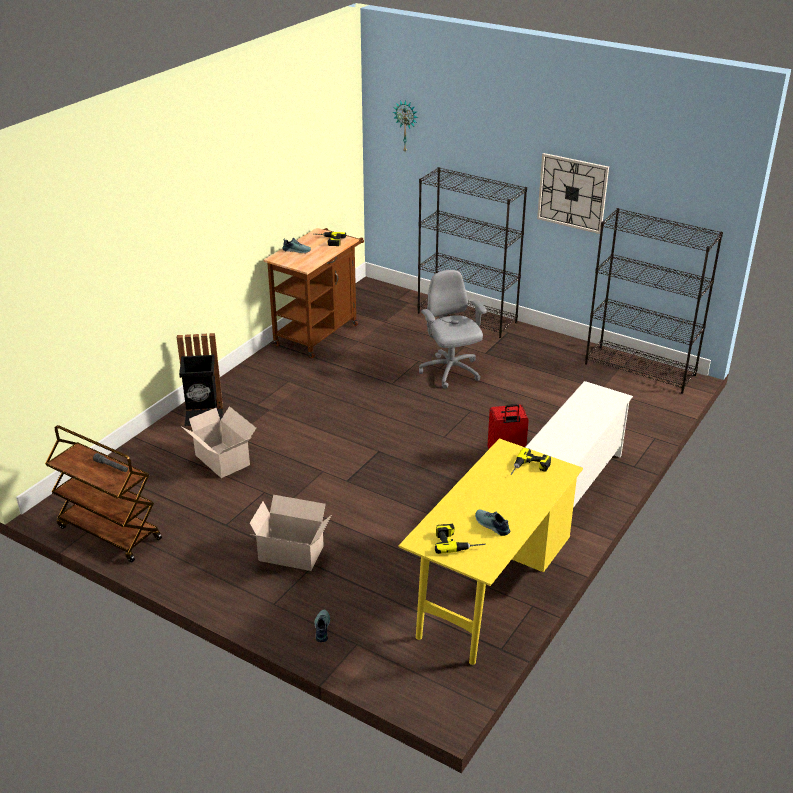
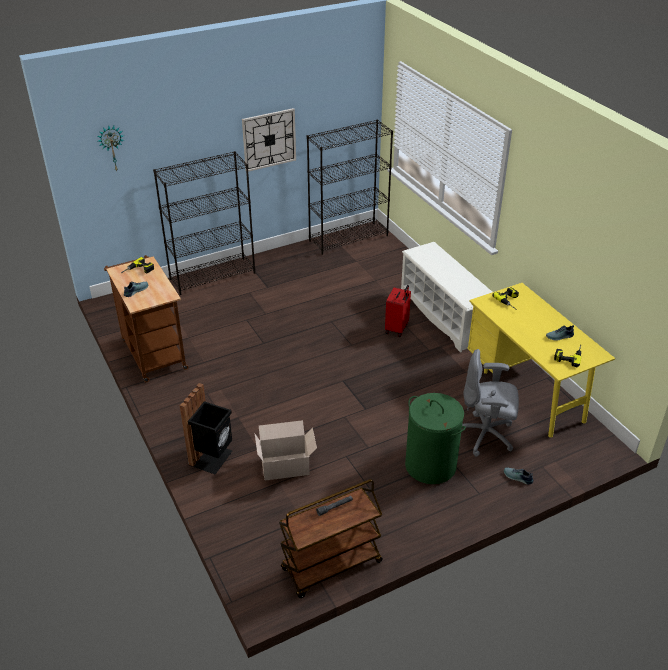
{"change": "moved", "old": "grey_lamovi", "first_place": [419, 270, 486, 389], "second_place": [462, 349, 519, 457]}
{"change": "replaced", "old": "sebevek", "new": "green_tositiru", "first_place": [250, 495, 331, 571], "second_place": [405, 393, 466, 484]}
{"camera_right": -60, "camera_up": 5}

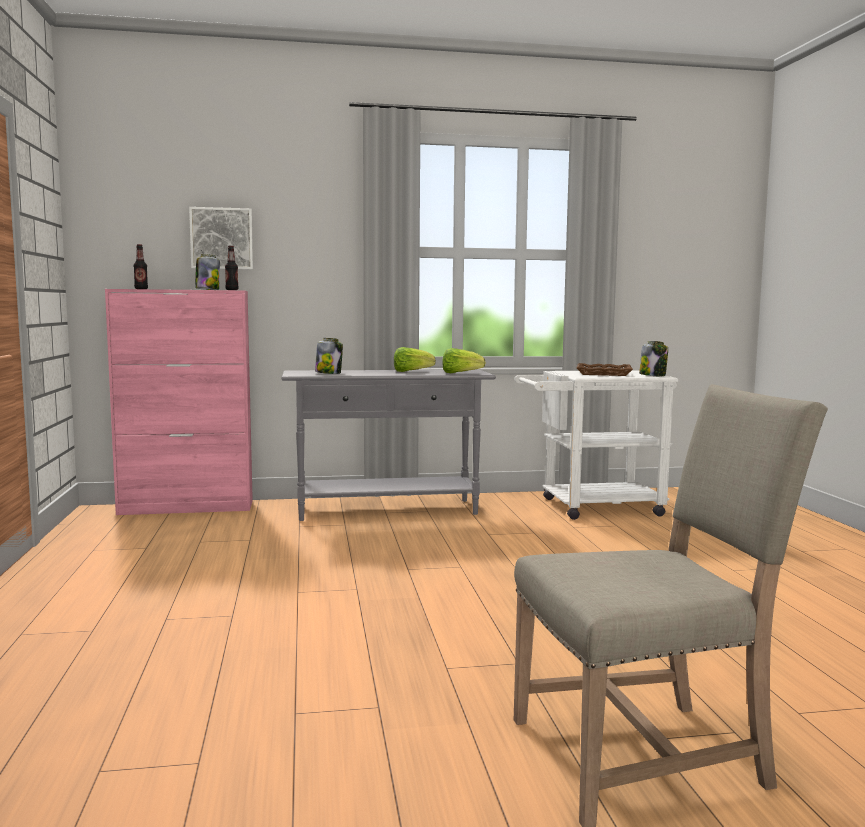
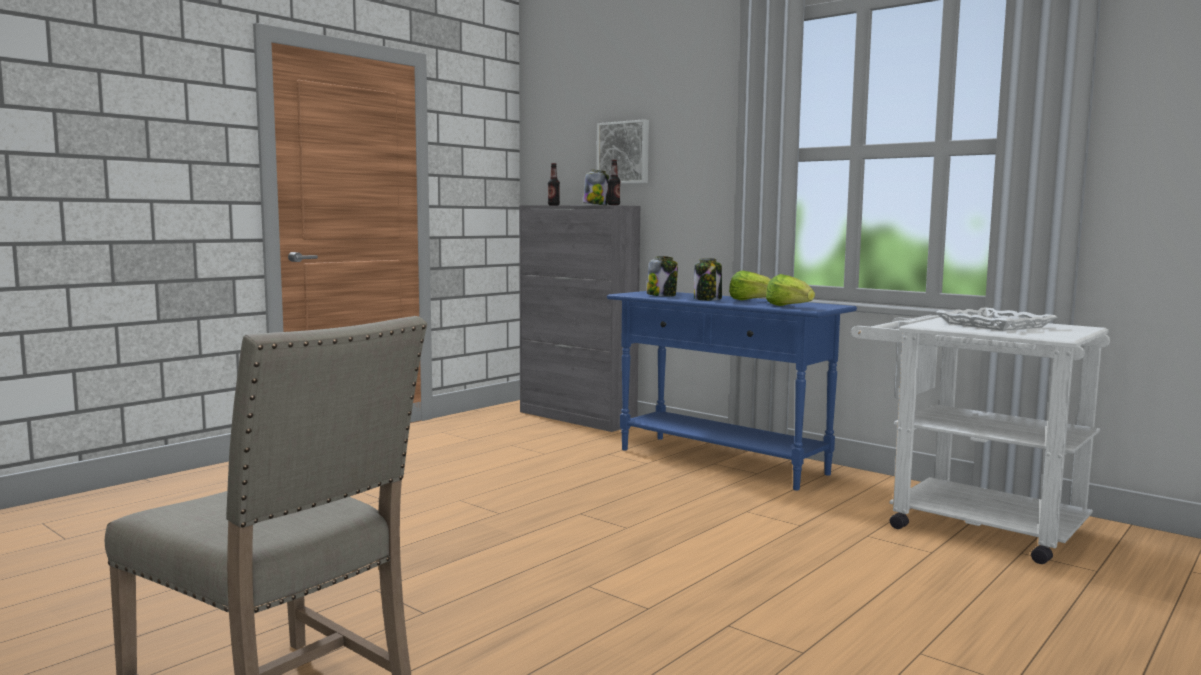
{"change": "recoloured", "old": "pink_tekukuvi", "new": "grey_tekukuvi", "first_place": [105, 289, 253, 515], "second_place": [519, 205, 641, 432]}
{"change": "moved", "old": "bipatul", "first_place": [639, 341, 668, 376], "second_place": [694, 258, 722, 301]}
{"change": "recoloured", "old": "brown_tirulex", "new": "white_tirulex", "first_place": [577, 363, 633, 376], "second_place": [936, 308, 1057, 331]}
{"change": "recoloured", "old": "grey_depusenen", "new": "blue_depusenen", "first_place": [282, 370, 496, 521], "second_place": [607, 291, 857, 491]}
{"camera_right": 50, "camera_up": 0}

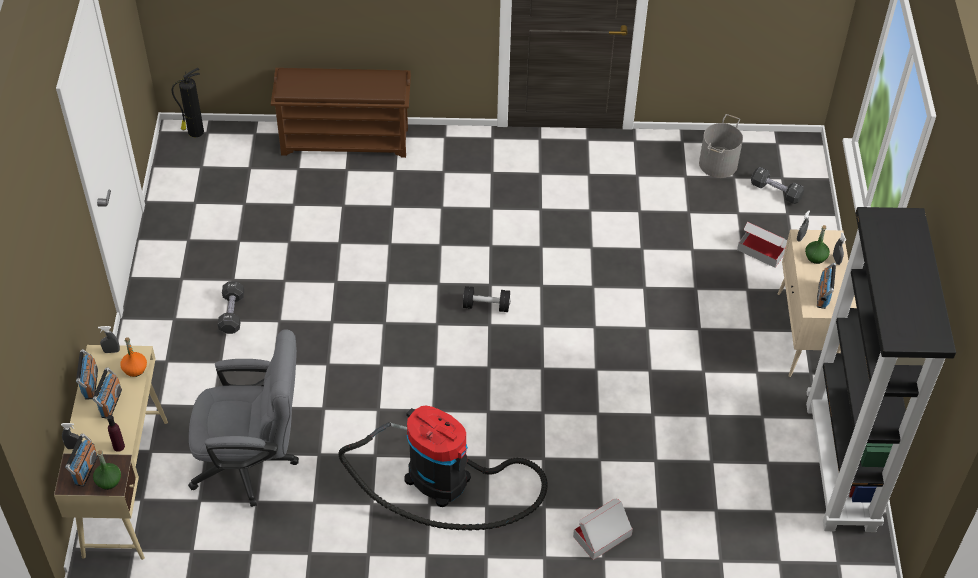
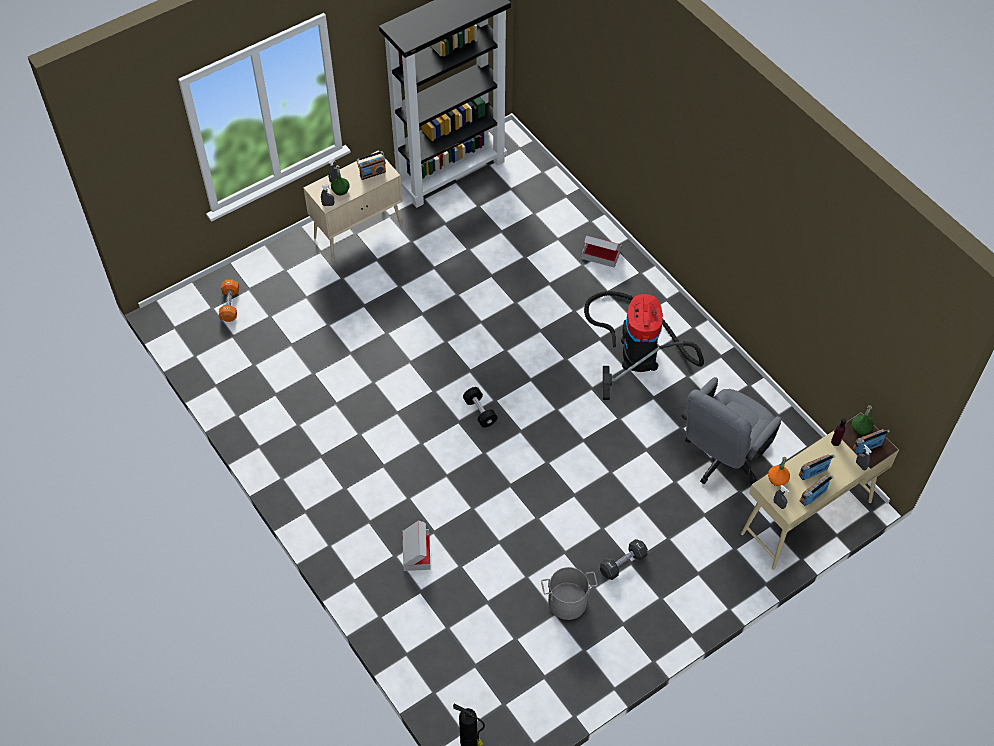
{"change": "removed", "old": "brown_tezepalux", "first_place": [271, 68, 411, 158]}
{"change": "moved", "old": "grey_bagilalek", "first_place": [699, 114, 743, 178], "second_place": [541, 567, 597, 620]}
{"change": "recoloured", "old": "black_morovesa", "new": "orange_morovesa", "first_place": [751, 167, 804, 204], "second_place": [219, 279, 239, 322]}
{"change": "moved", "old": "sebevek", "first_place": [737, 222, 787, 268], "second_place": [403, 521, 431, 571]}
{"change": "turned", "old": "grey_lamovi", "first_place": [188, 329, 299, 507], "second_place": [681, 377, 781, 484], "degrees": -105}
{"camera_right": -125, "camera_up": 5}

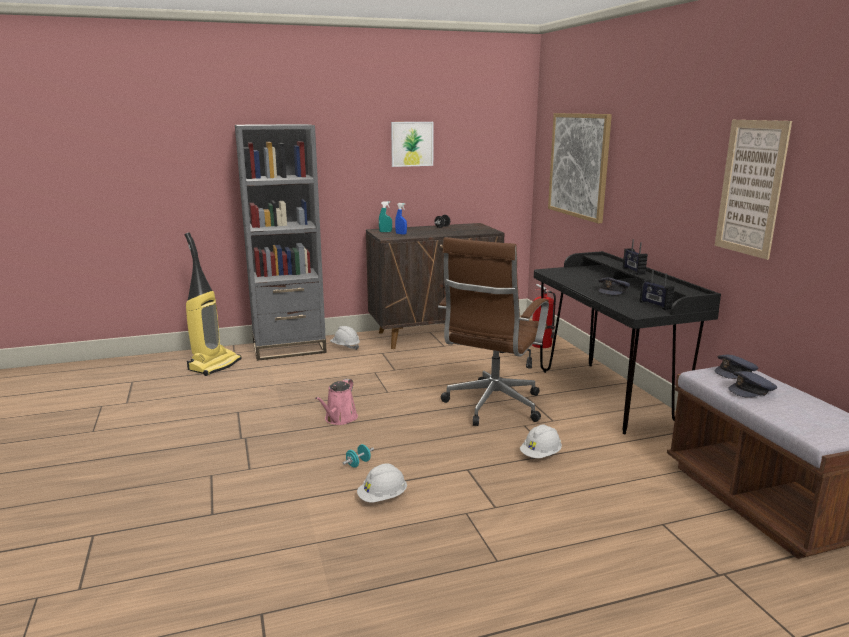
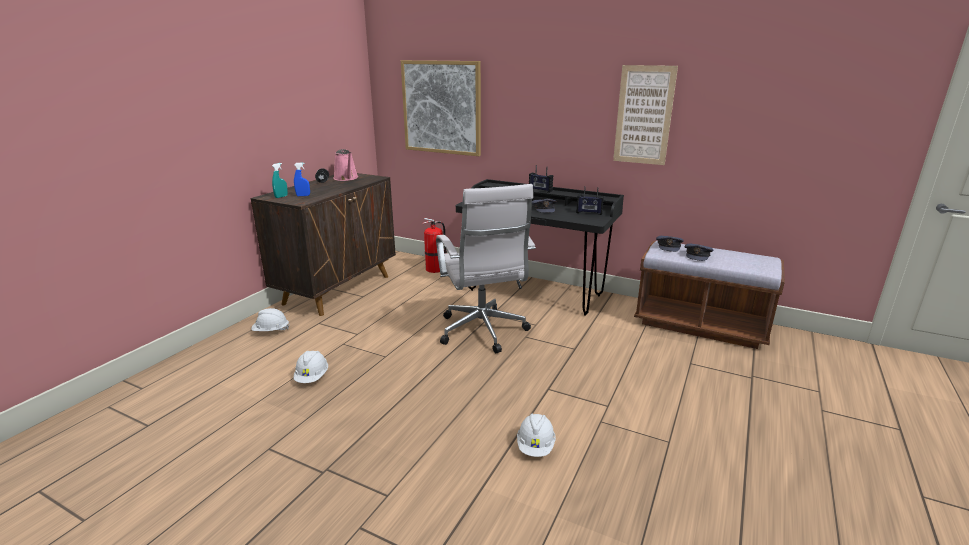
{"change": "removed", "old": "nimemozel", "first_place": [391, 122, 434, 167]}
{"change": "removed", "old": "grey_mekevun", "first_place": [235, 124, 327, 361]}
{"change": "removed", "old": "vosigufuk", "first_place": [184, 232, 242, 376]}
{"change": "recoloured", "old": "brown_lamovi", "new": "white_lamovi", "first_place": [438, 237, 549, 426], "second_place": [436, 184, 536, 353]}
{"change": "moved", "old": "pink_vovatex", "first_place": [315, 379, 358, 425], "second_place": [333, 149, 358, 181]}
{"change": "moved", "old": "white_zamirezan", "first_place": [520, 424, 562, 458], "second_place": [294, 351, 328, 383]}
{"change": "removed", "old": "turquoise_morovesa", "first_place": [343, 444, 374, 468]}
{"camera_right": -45, "camera_up": 5}

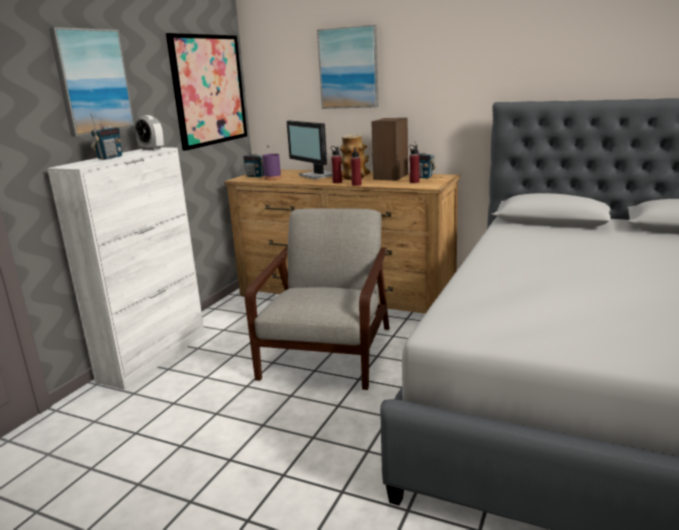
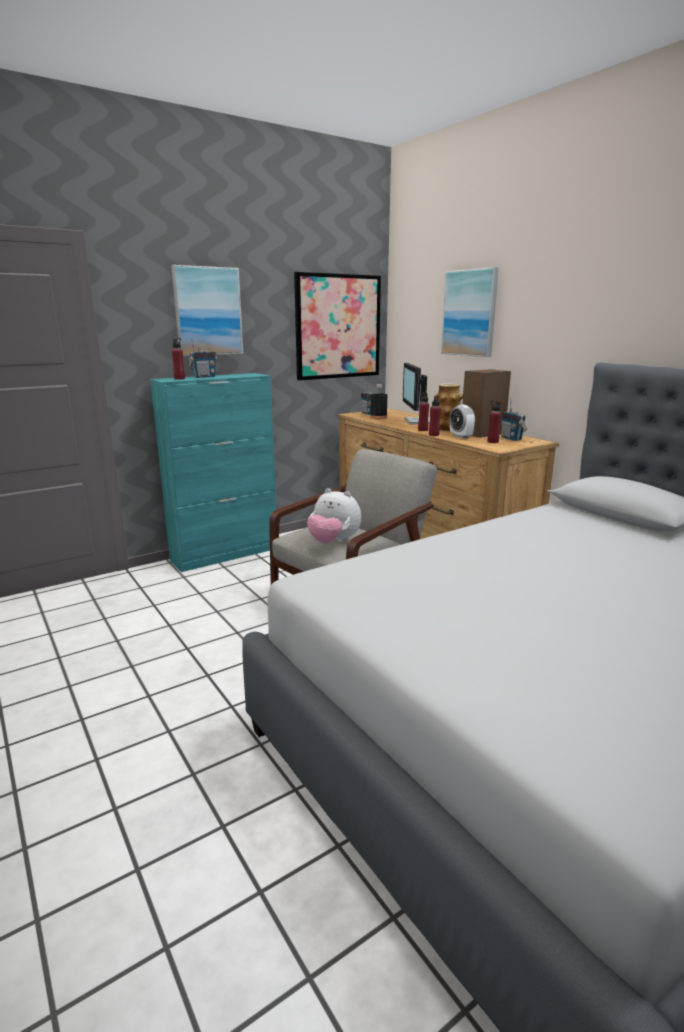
{"change": "moved", "old": "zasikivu", "first_place": [135, 115, 164, 150], "second_place": [450, 405, 475, 439]}
{"change": "recoloured", "old": "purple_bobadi", "new": "black_bobadi", "first_place": [262, 144, 281, 180], "second_place": [370, 384, 387, 419]}
{"change": "recoloured", "old": "white_tekukuvi", "new": "turquoise_tekukuvi", "first_place": [47, 147, 205, 390], "second_place": [150, 373, 276, 572]}
{"change": "added", "new": "red_bobadi", "second_place": [172, 338, 185, 380]}
{"change": "added", "new": "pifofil", "second_place": [307, 488, 361, 543]}
{"camera_right": 30, "camera_up": 0}

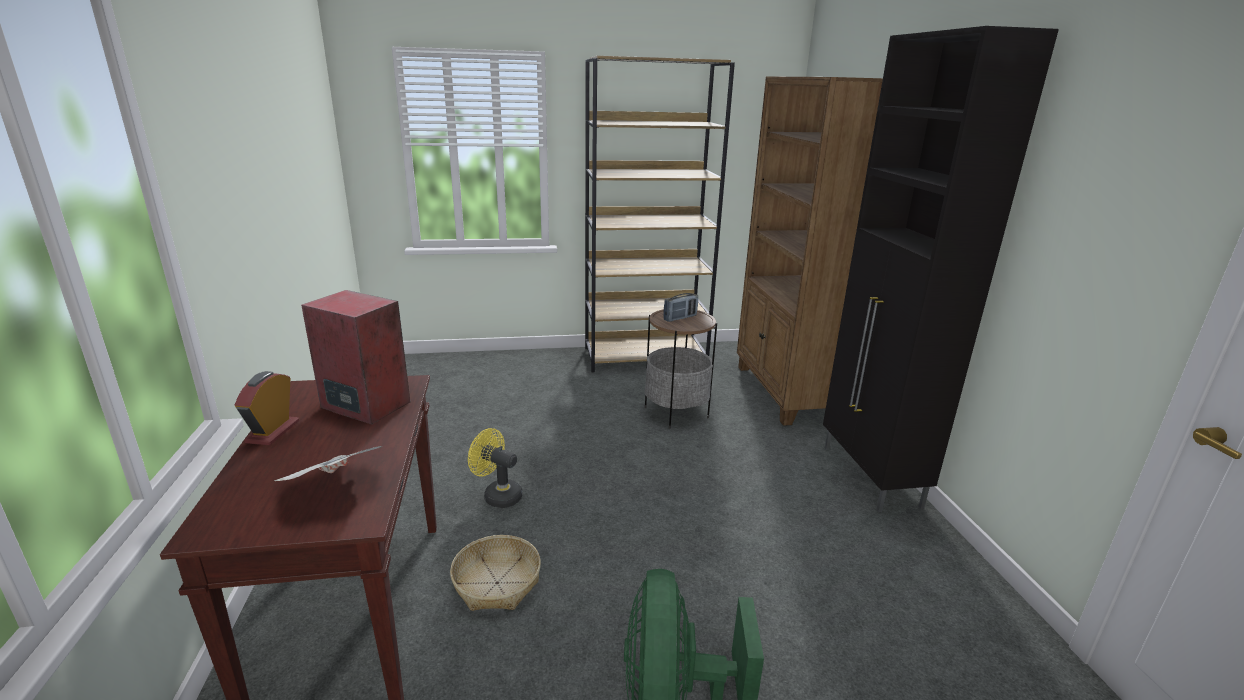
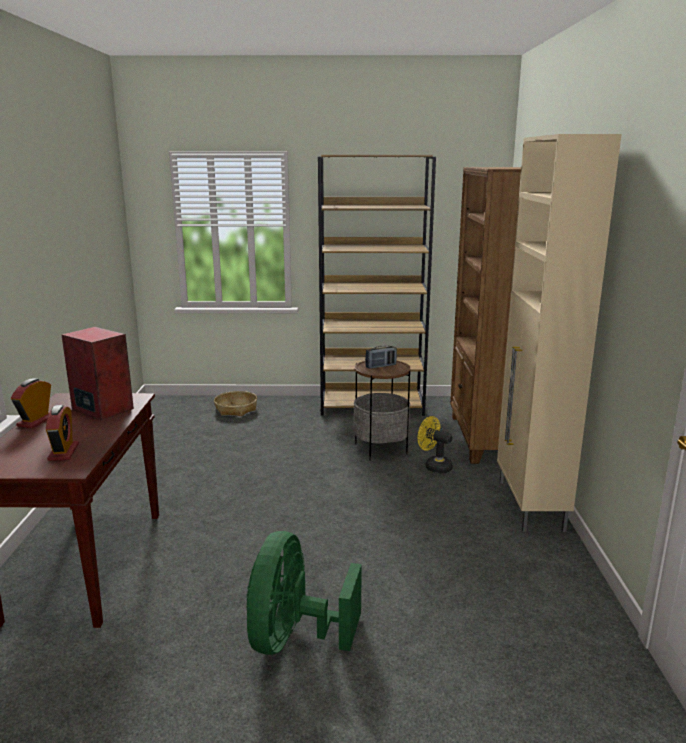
{"change": "recoloured", "old": "black_tekukuvi", "new": "beige_tekukuvi", "first_place": [823, 26, 1059, 512], "second_place": [497, 134, 622, 532]}
{"change": "moved", "old": "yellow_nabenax", "first_place": [468, 428, 522, 508], "second_place": [418, 416, 453, 473]}
{"change": "replaced", "old": "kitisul", "new": "zasikivu", "first_place": [274, 446, 383, 481], "second_place": [46, 405, 79, 461]}
{"change": "moved", "old": "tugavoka", "first_place": [450, 535, 541, 611], "second_place": [214, 391, 257, 416]}
{"camera_right": 10, "camera_up": -5}

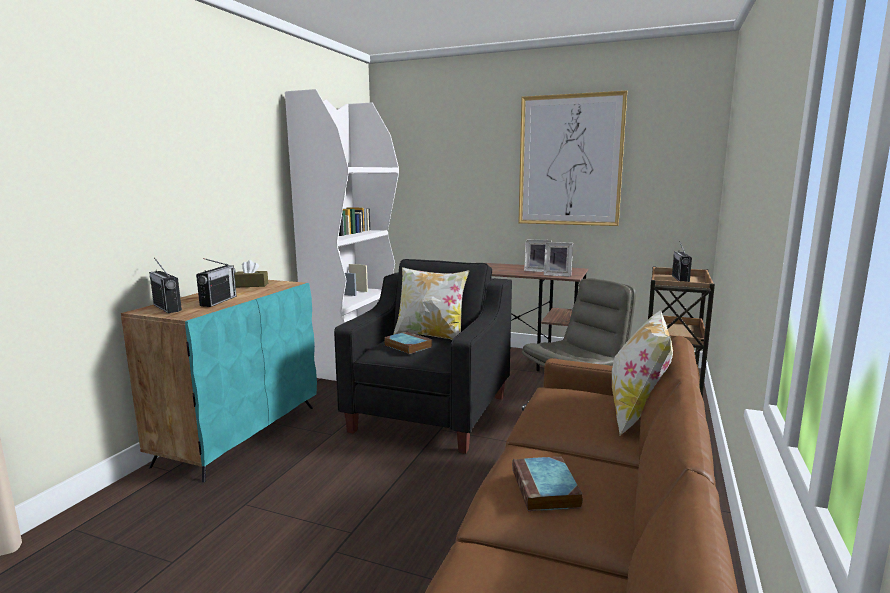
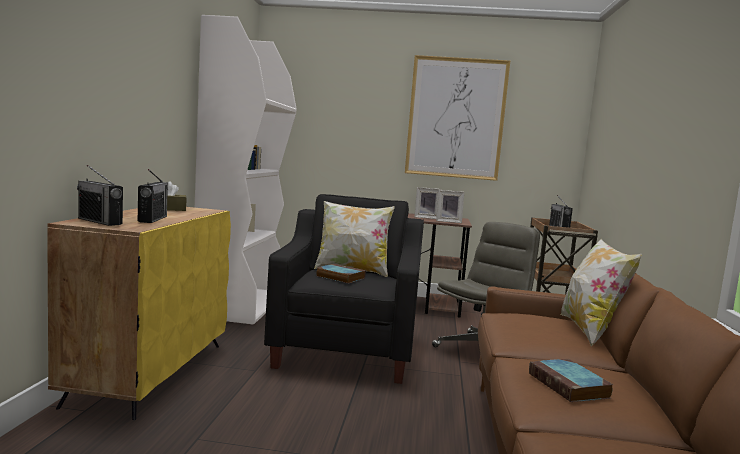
{"change": "recoloured", "old": "turquoise_tekukuvi", "new": "yellow_tekukuvi", "first_place": [121, 280, 317, 482], "second_place": [47, 207, 231, 420]}
{"camera_right": -15, "camera_up": -5}

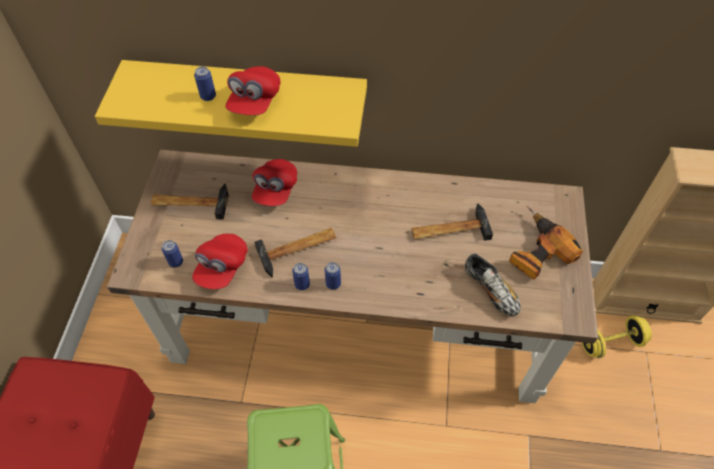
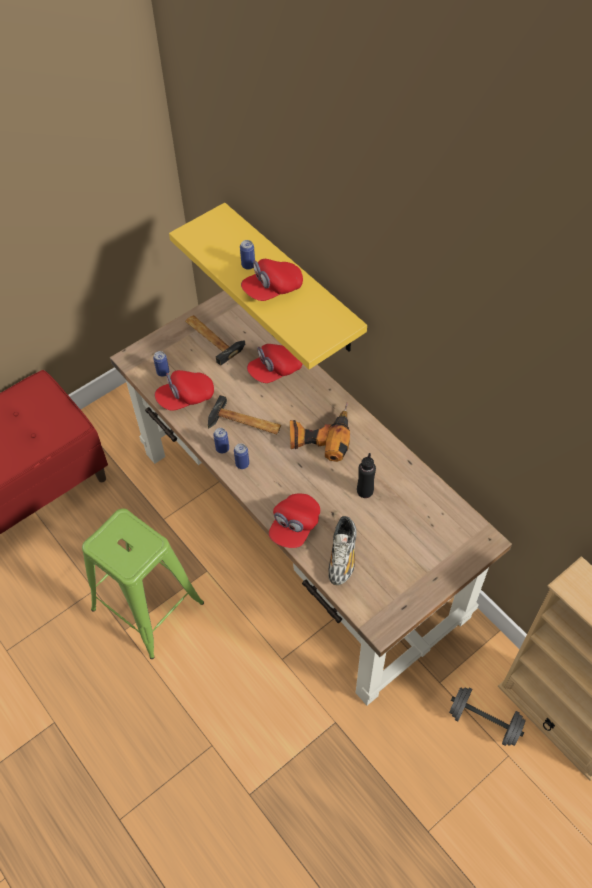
{"change": "replaced", "old": "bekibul", "new": "black_bobadi", "first_place": [411, 204, 493, 241], "second_place": [357, 453, 376, 498]}
{"change": "moved", "old": "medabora", "first_place": [509, 206, 583, 280], "second_place": [290, 402, 350, 462]}
{"change": "recoloured", "old": "yellow_morovesa", "new": "grey_morovesa", "first_place": [582, 315, 652, 358], "second_place": [449, 687, 526, 746]}
{"change": "added", "new": "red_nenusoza", "second_place": [269, 493, 320, 548]}
{"camera_right": 45, "camera_up": 0}

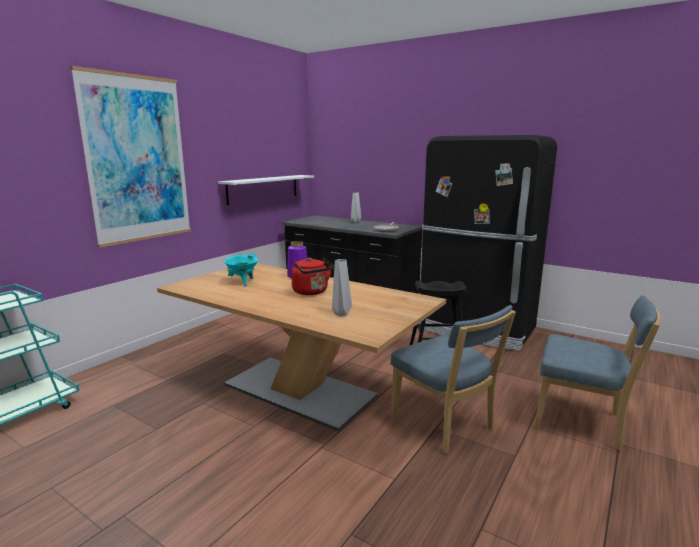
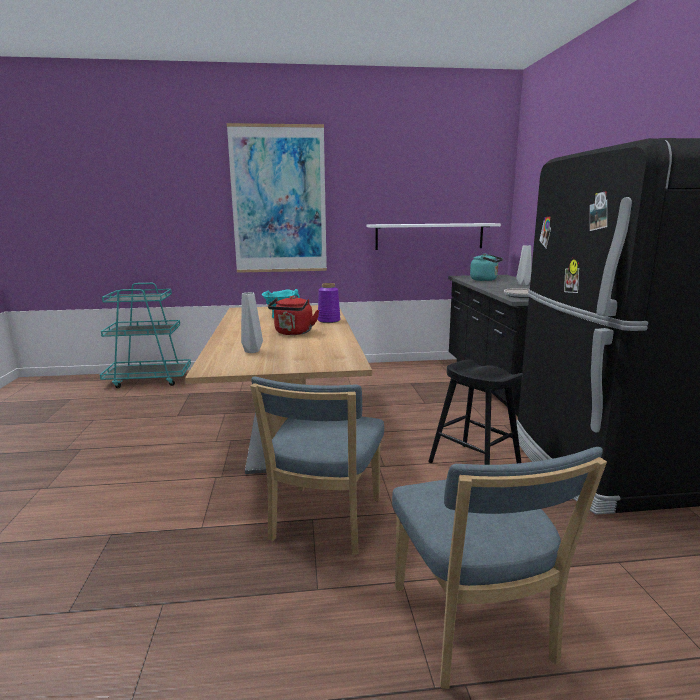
{"change": "added", "new": "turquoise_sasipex", "second_place": [470, 253, 503, 281]}
{"camera_right": 50, "camera_up": 0}

